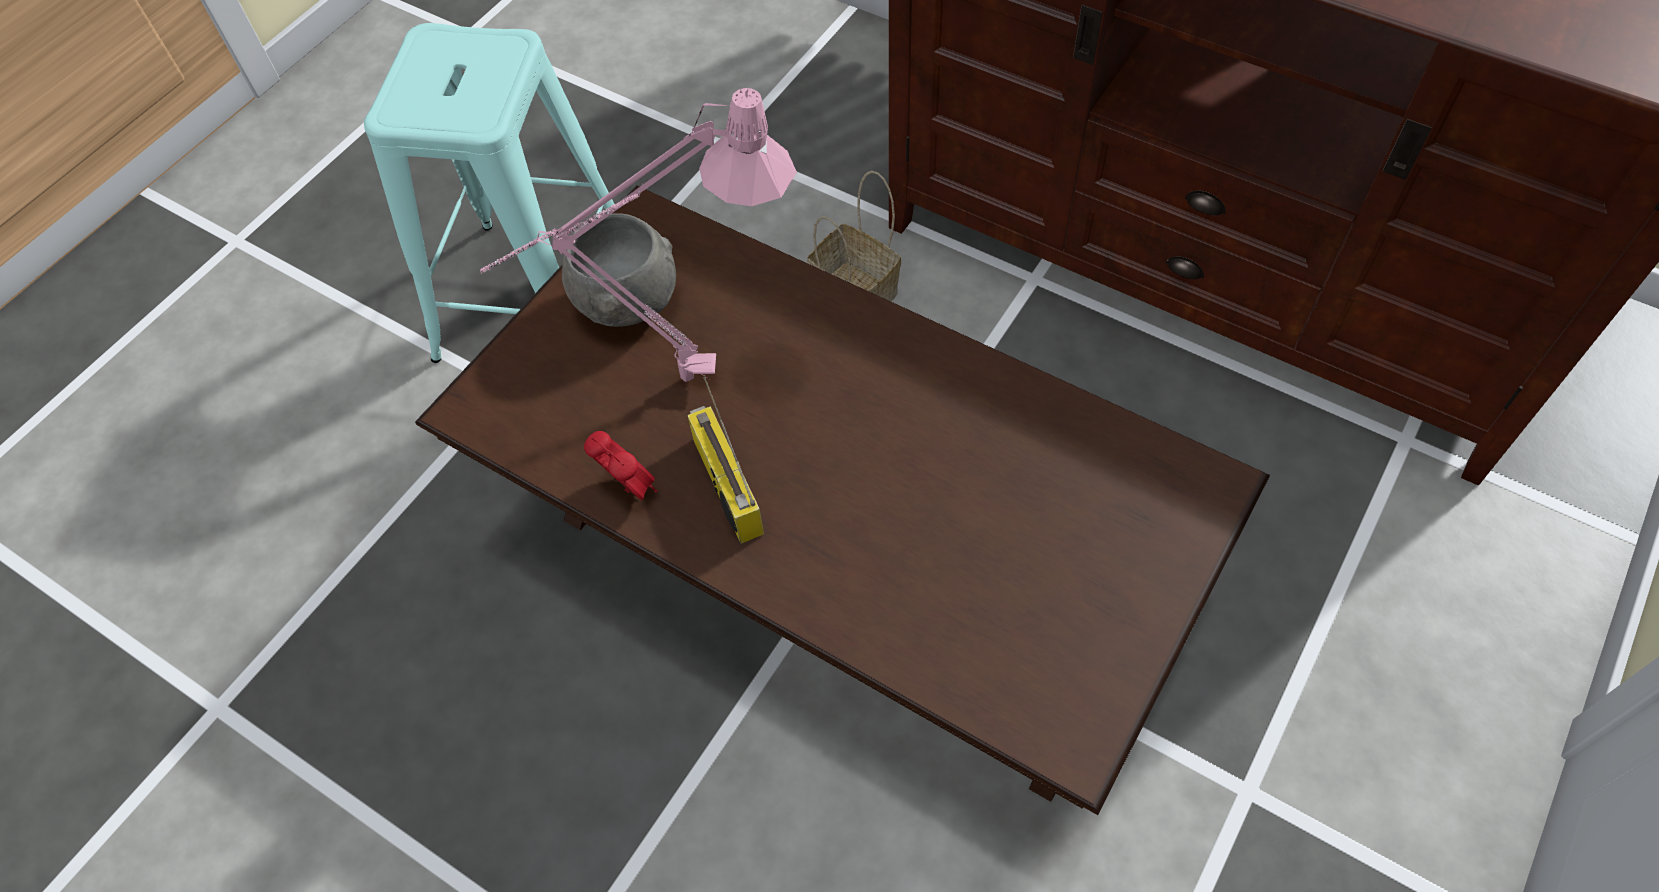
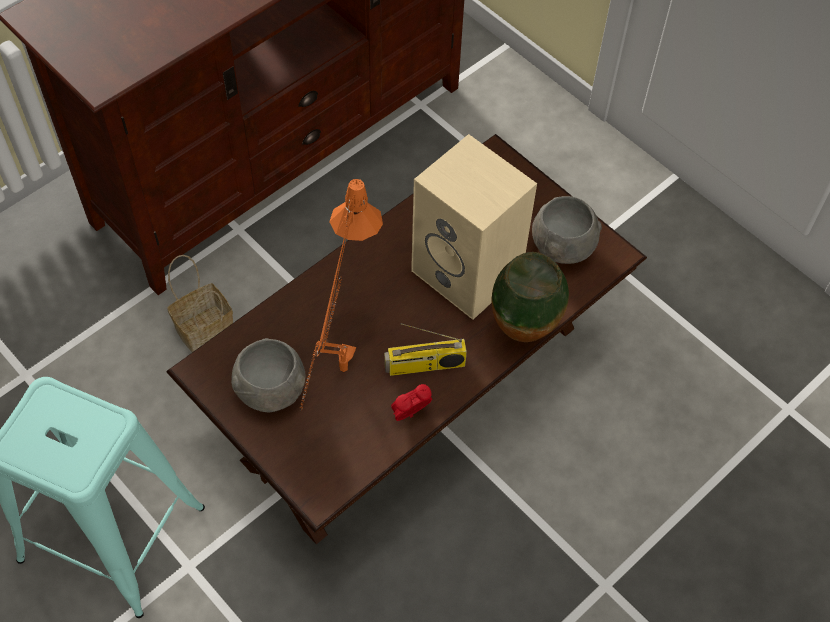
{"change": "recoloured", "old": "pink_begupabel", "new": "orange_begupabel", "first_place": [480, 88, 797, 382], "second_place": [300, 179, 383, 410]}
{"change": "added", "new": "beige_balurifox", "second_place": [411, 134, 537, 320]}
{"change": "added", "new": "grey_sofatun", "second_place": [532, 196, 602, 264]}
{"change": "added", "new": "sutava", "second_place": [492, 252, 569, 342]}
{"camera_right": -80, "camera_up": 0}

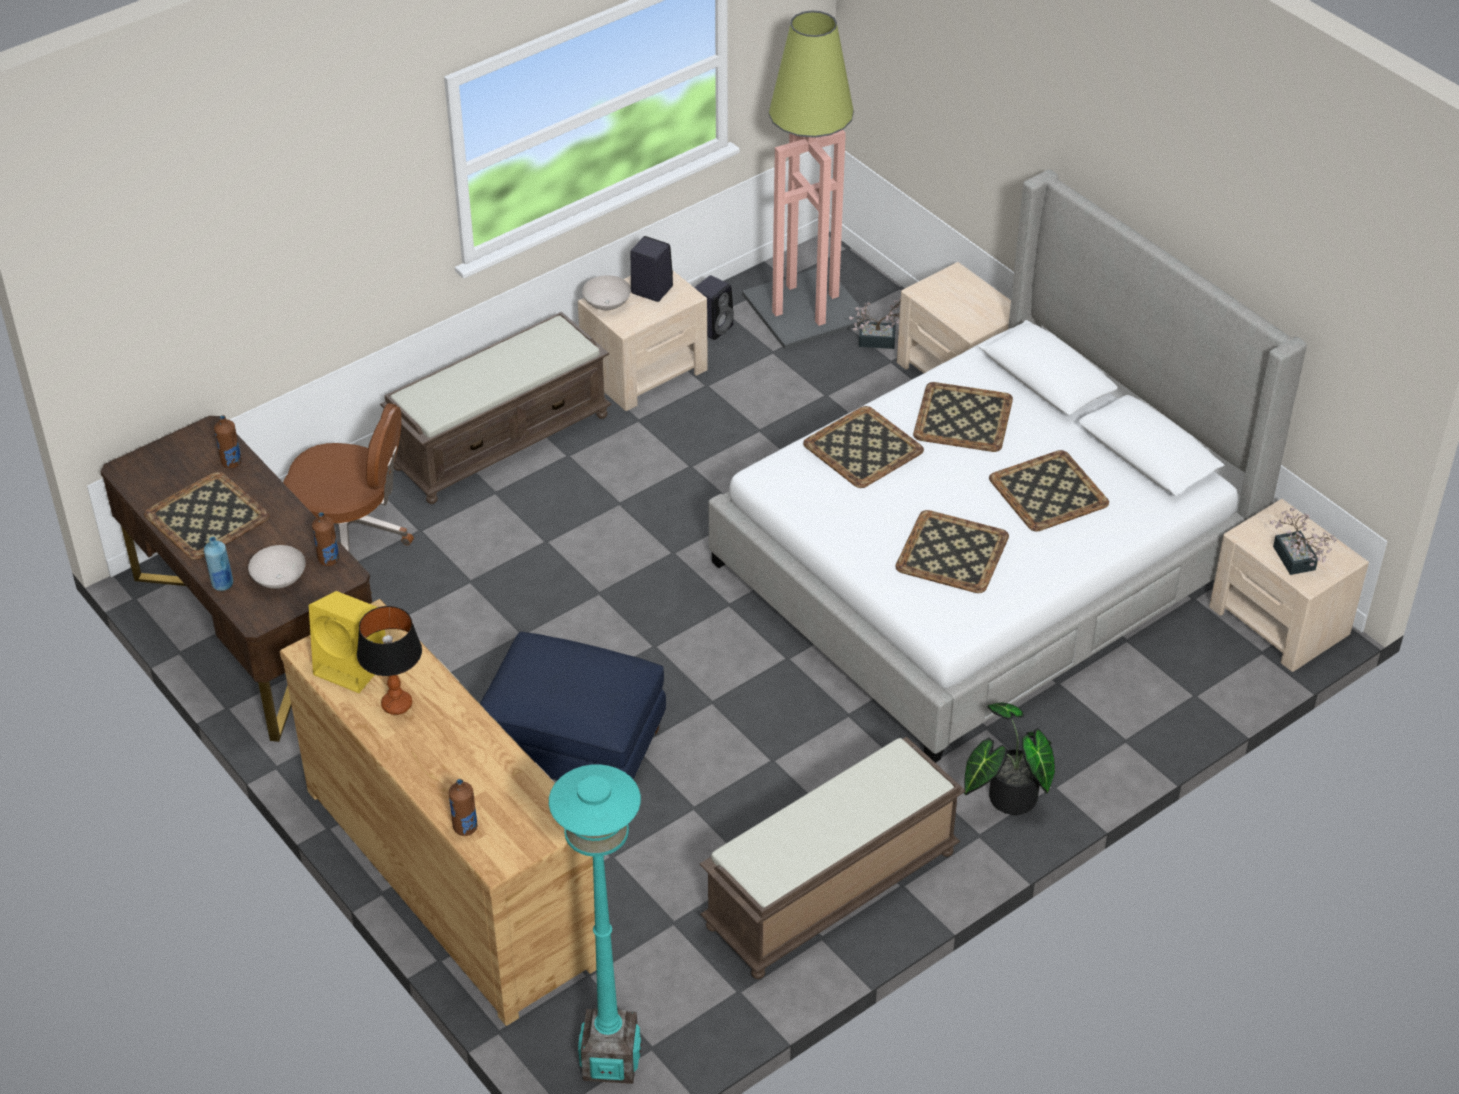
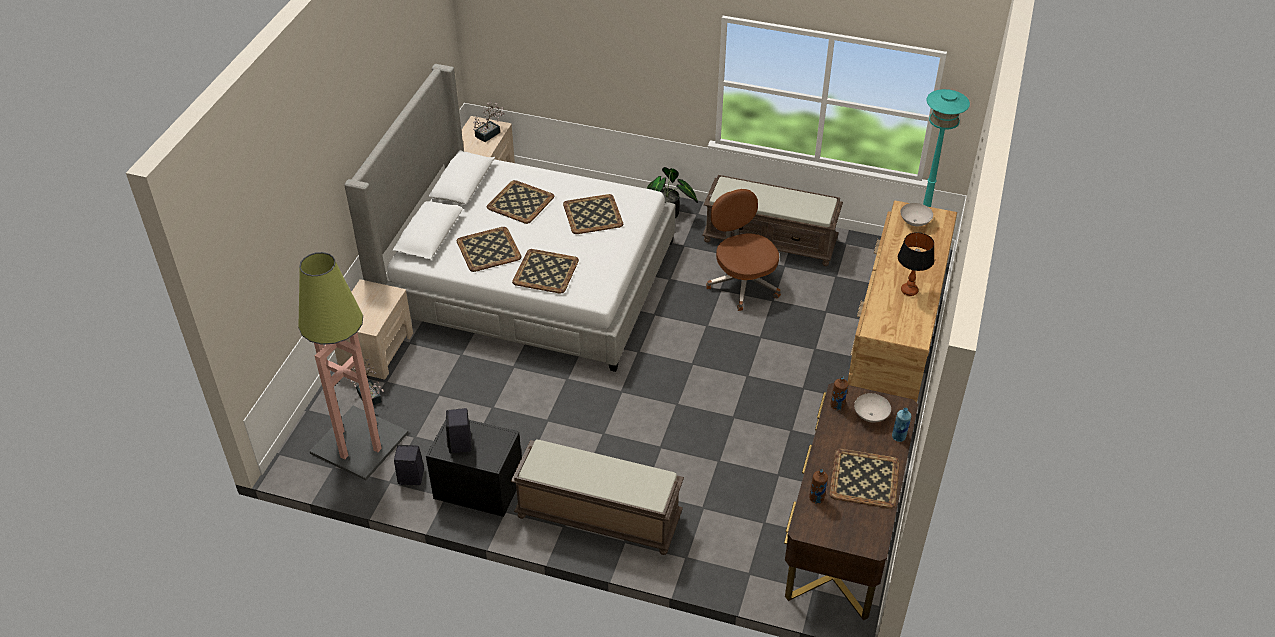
{"change": "recoloured", "old": "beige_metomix", "new": "black_metomix", "first_place": [578, 271, 708, 411], "second_place": [426, 420, 522, 517]}
{"change": "moved", "old": "white_sofatun", "first_place": [582, 275, 631, 310], "second_place": [901, 203, 933, 226]}
{"change": "moved", "old": "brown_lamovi", "first_place": [283, 403, 414, 552], "second_place": [706, 189, 781, 311]}
{"change": "removed", "old": "yellow_balurifox", "first_place": [309, 591, 386, 693]}
{"change": "removed", "old": "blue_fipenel", "first_place": [480, 632, 666, 780]}
{"change": "removed", "old": "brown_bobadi", "first_place": [449, 779, 477, 836]}
{"camera_right": -125, "camera_up": 0}

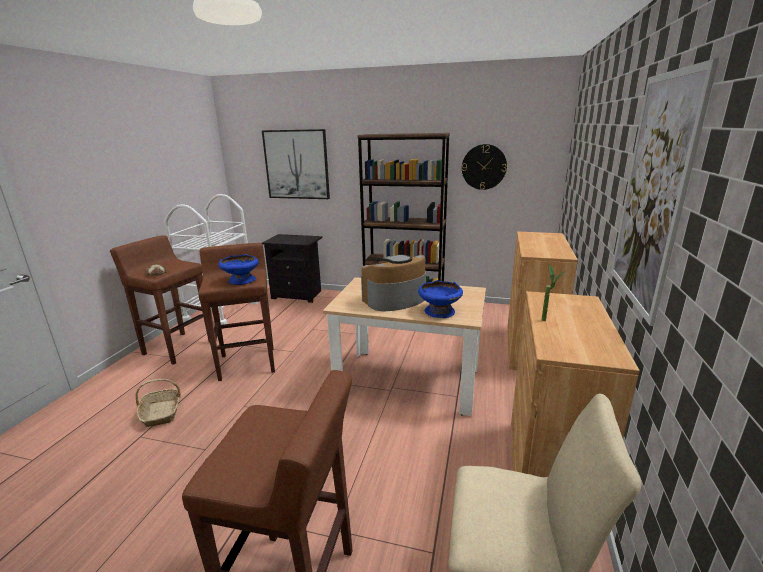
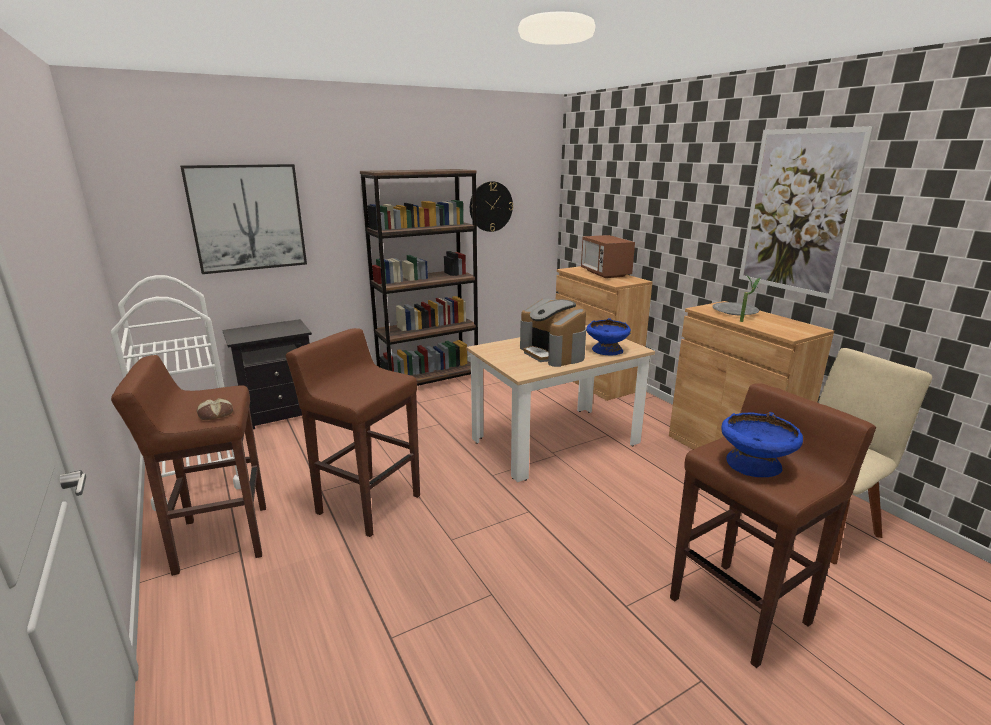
{"change": "moved", "old": "blue_sofatun", "first_place": [219, 254, 259, 285], "second_place": [721, 412, 803, 477]}
{"change": "turned", "old": "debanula", "first_place": [361, 255, 426, 312], "second_place": [520, 298, 586, 367], "degrees": -45}
{"change": "removed", "old": "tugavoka", "first_place": [135, 379, 181, 427]}
{"change": "added", "new": "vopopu", "second_place": [581, 235, 635, 278]}
{"change": "added", "new": "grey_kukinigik", "second_place": [712, 302, 759, 315]}
{"camera_right": -45, "camera_up": 0}

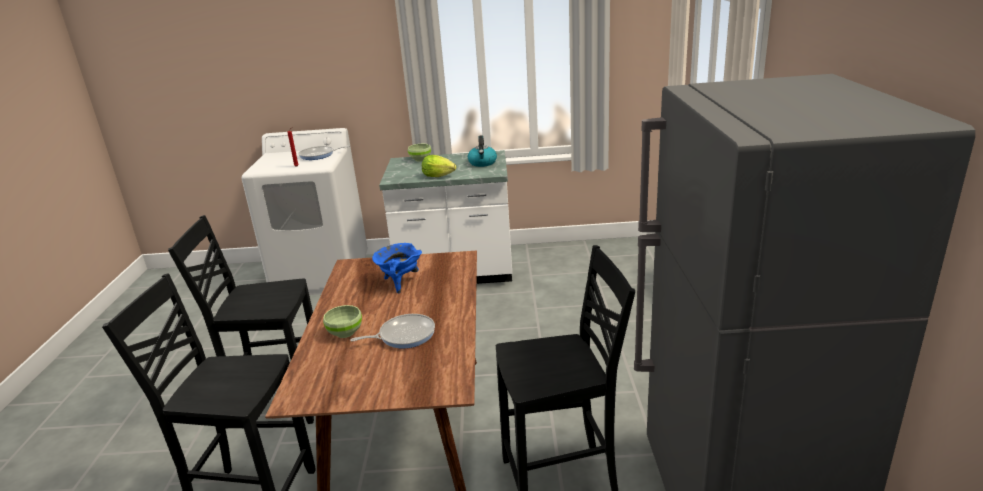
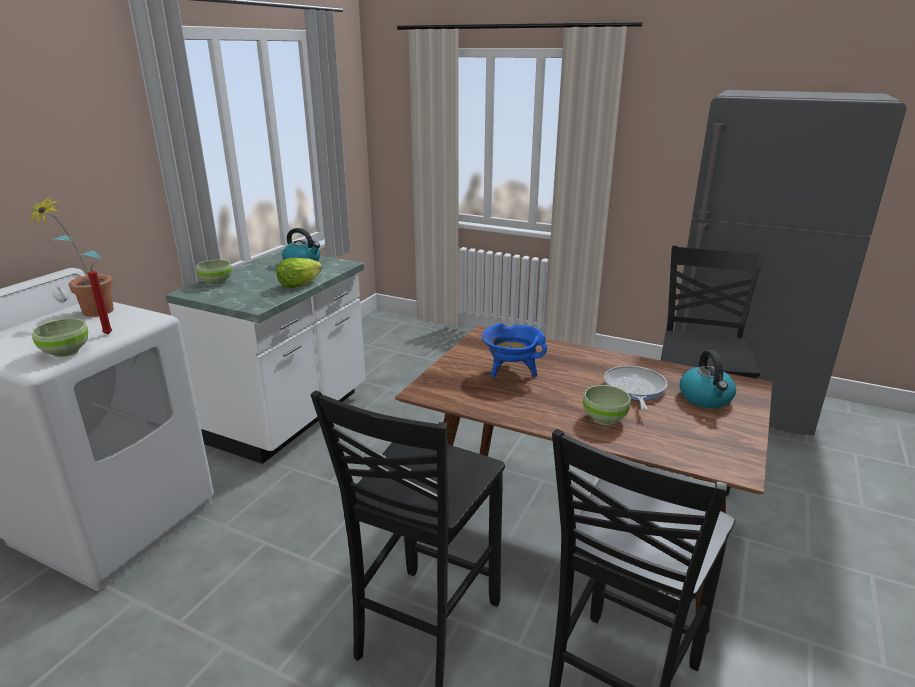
{"change": "replaced", "old": "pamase", "new": "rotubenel", "first_place": [298, 146, 351, 160], "second_place": [28, 195, 114, 317]}
{"change": "added", "new": "green_sofatun", "second_place": [32, 318, 88, 357]}
{"change": "added", "new": "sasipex", "second_place": [679, 350, 736, 408]}
{"camera_right": -65, "camera_up": 0}

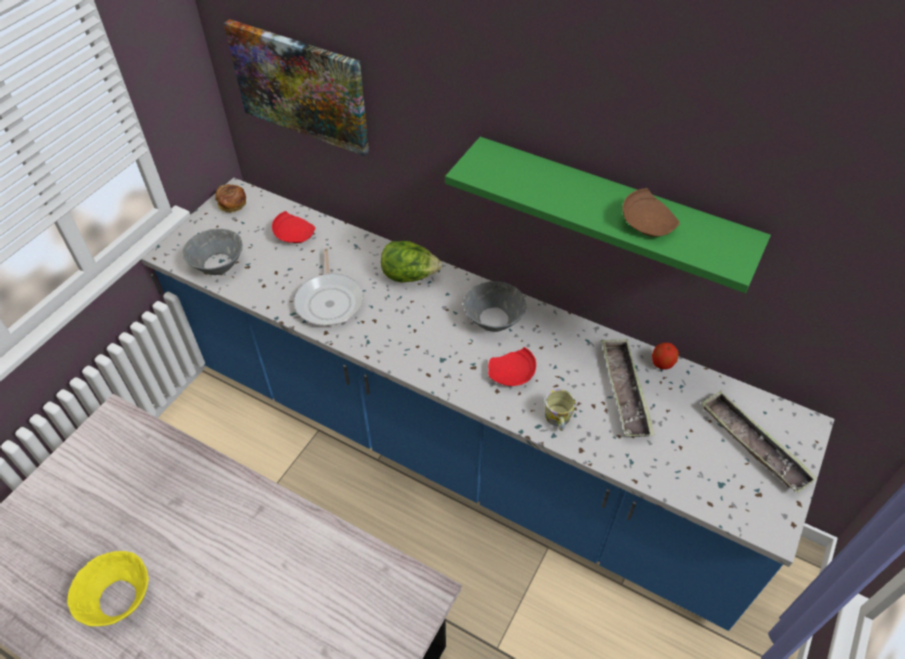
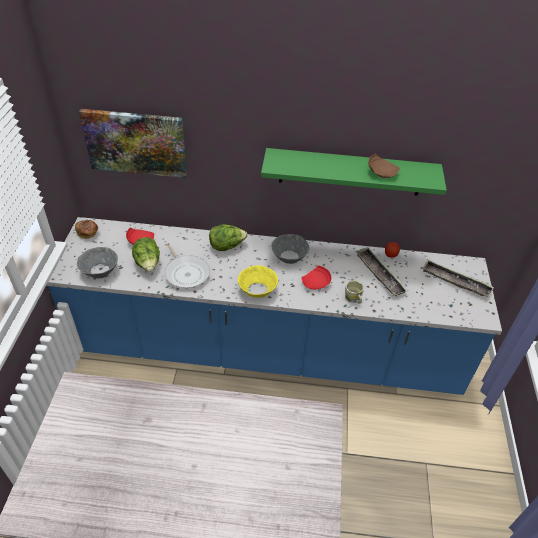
{"change": "moved", "old": "yellow_sofatun", "first_place": [67, 551, 149, 626], "second_place": [238, 265, 278, 298]}
{"change": "added", "new": "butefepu", "second_place": [132, 237, 160, 272]}
{"camera_right": -25, "camera_up": -5}

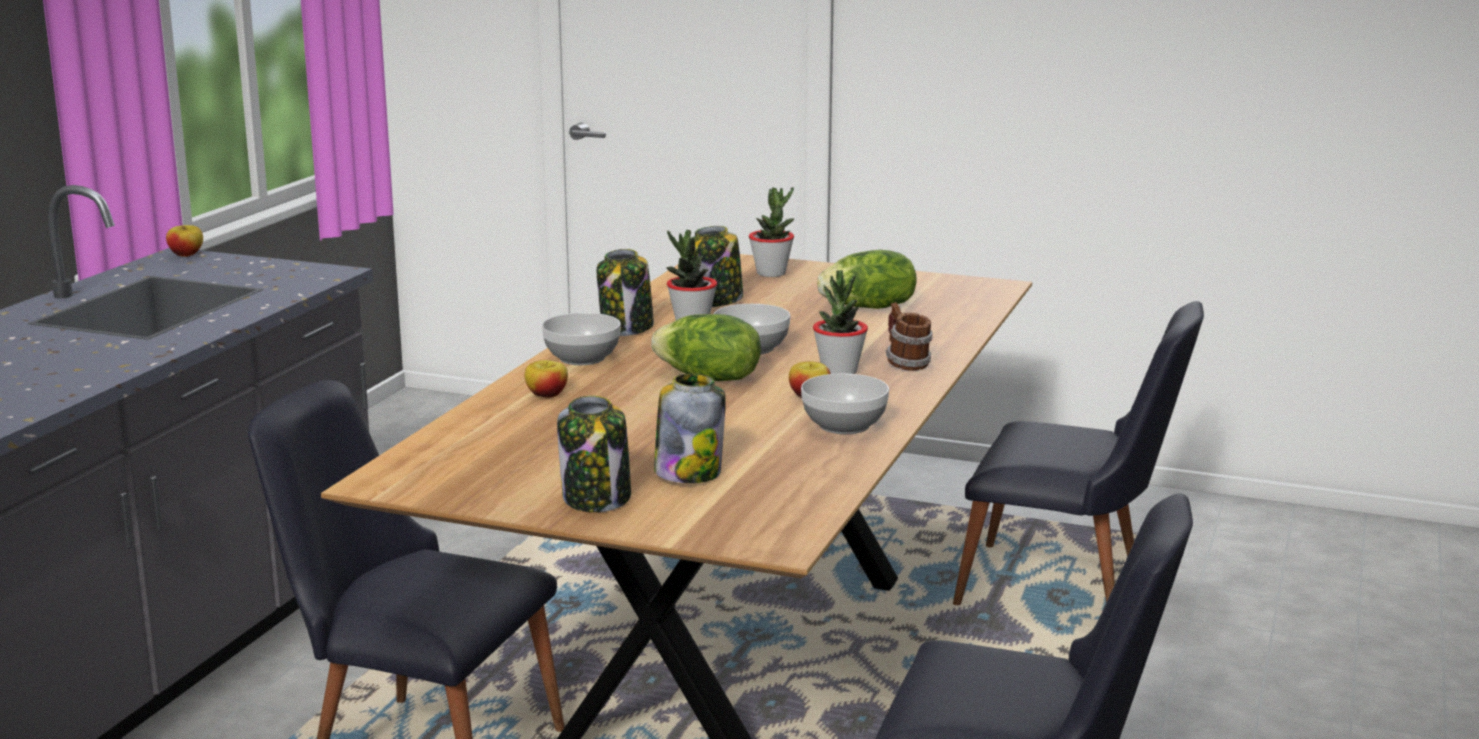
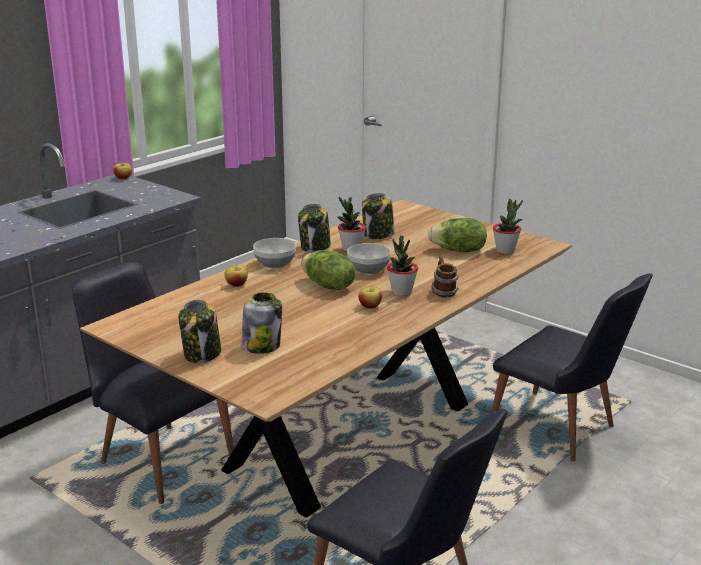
{"change": "moved", "old": "rotubenel", "first_place": [749, 187, 794, 277], "second_place": [493, 199, 523, 254]}
{"change": "removed", "old": "sofatun", "first_place": [801, 374, 889, 434]}
{"camera_right": 20, "camera_up": 5}

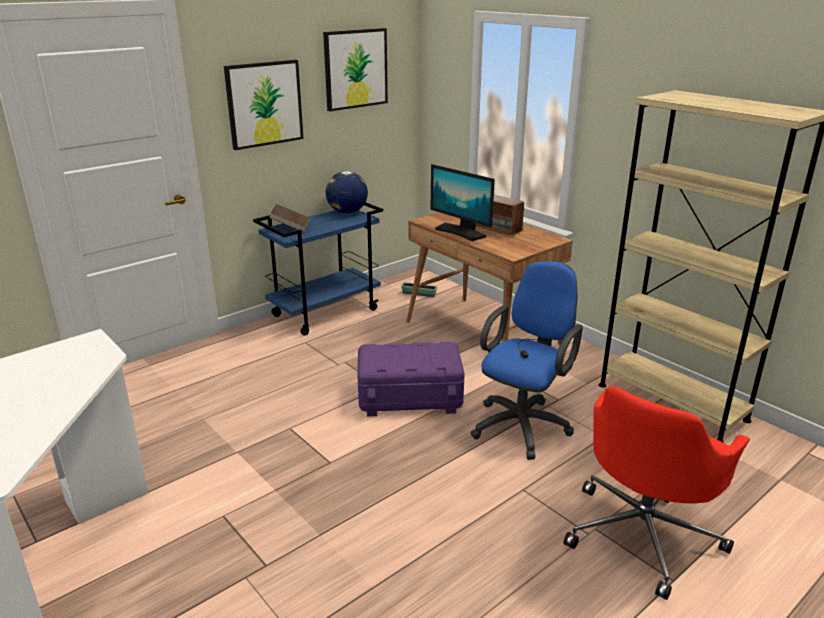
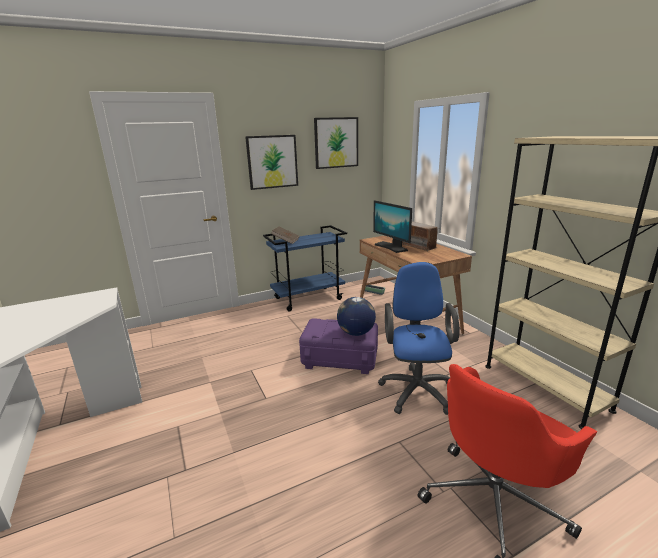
{"change": "moved", "old": "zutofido", "first_place": [326, 171, 368, 214], "second_place": [337, 297, 376, 336]}
{"change": "turned", "old": "blue_lamovi", "first_place": [470, 261, 583, 460], "second_place": [378, 262, 460, 415], "degrees": -45}
{"camera_right": 15, "camera_up": -5}

